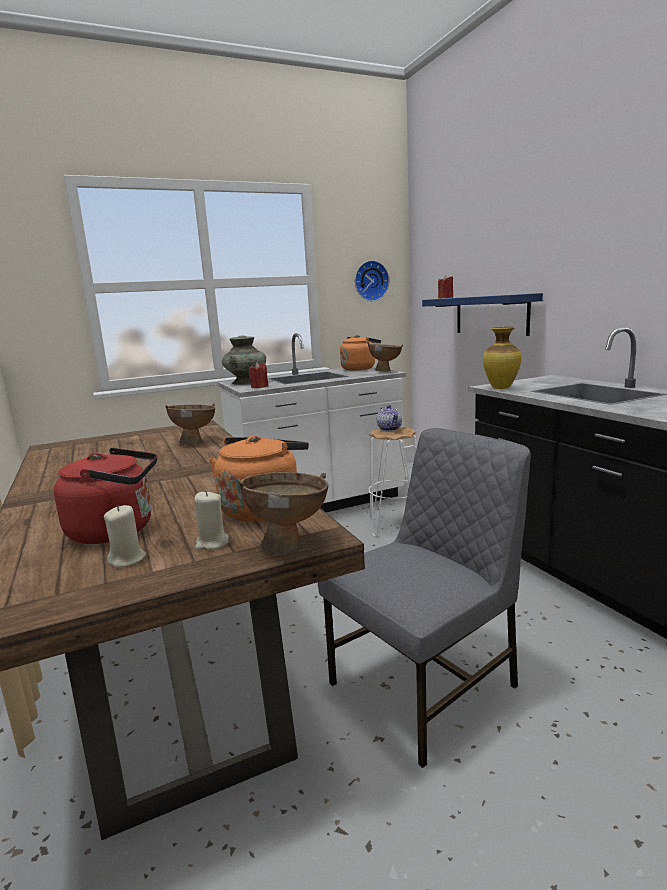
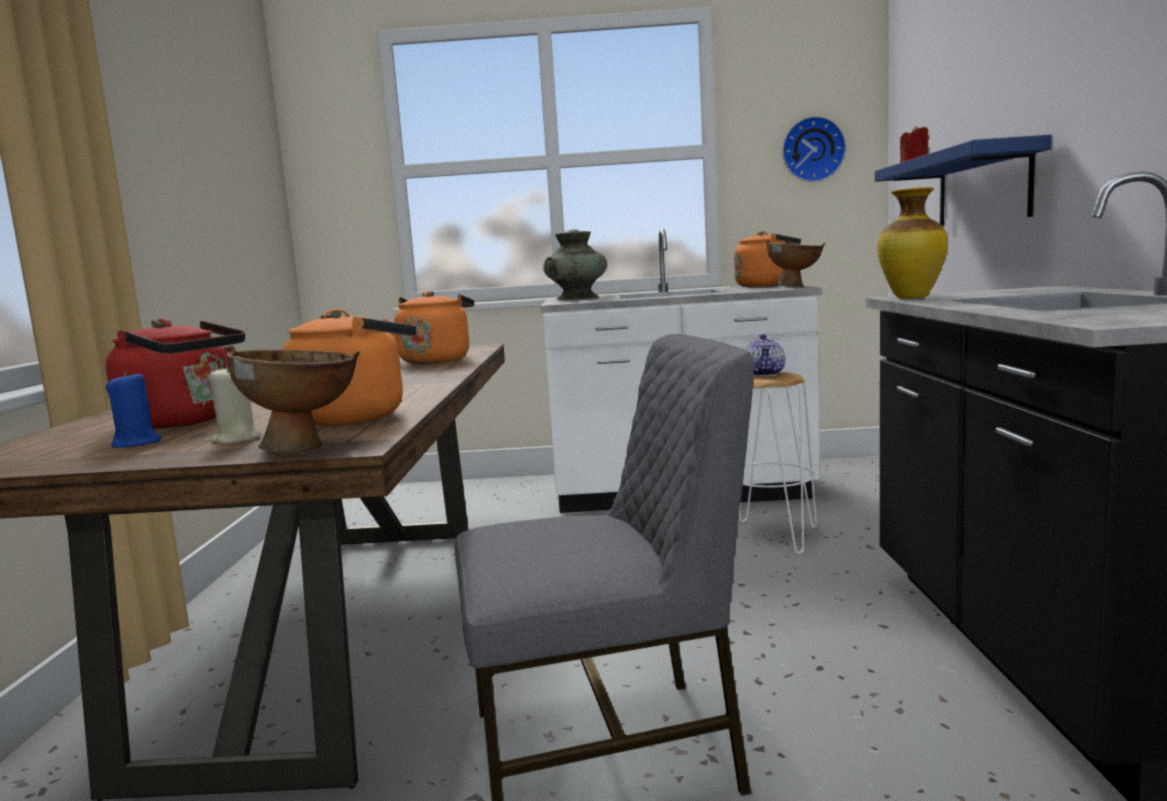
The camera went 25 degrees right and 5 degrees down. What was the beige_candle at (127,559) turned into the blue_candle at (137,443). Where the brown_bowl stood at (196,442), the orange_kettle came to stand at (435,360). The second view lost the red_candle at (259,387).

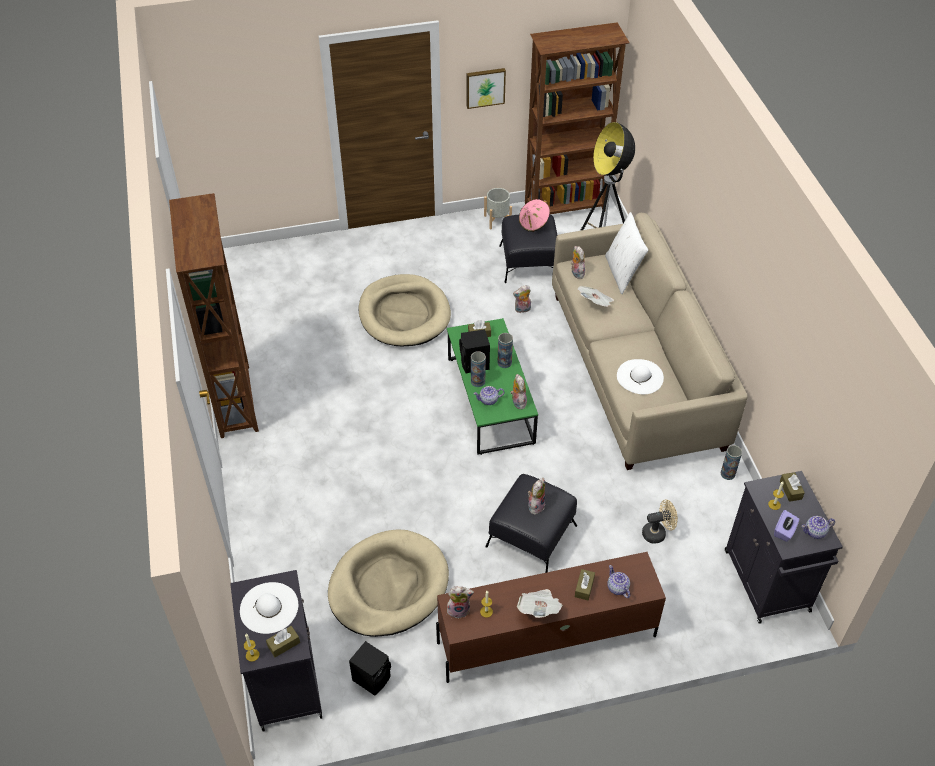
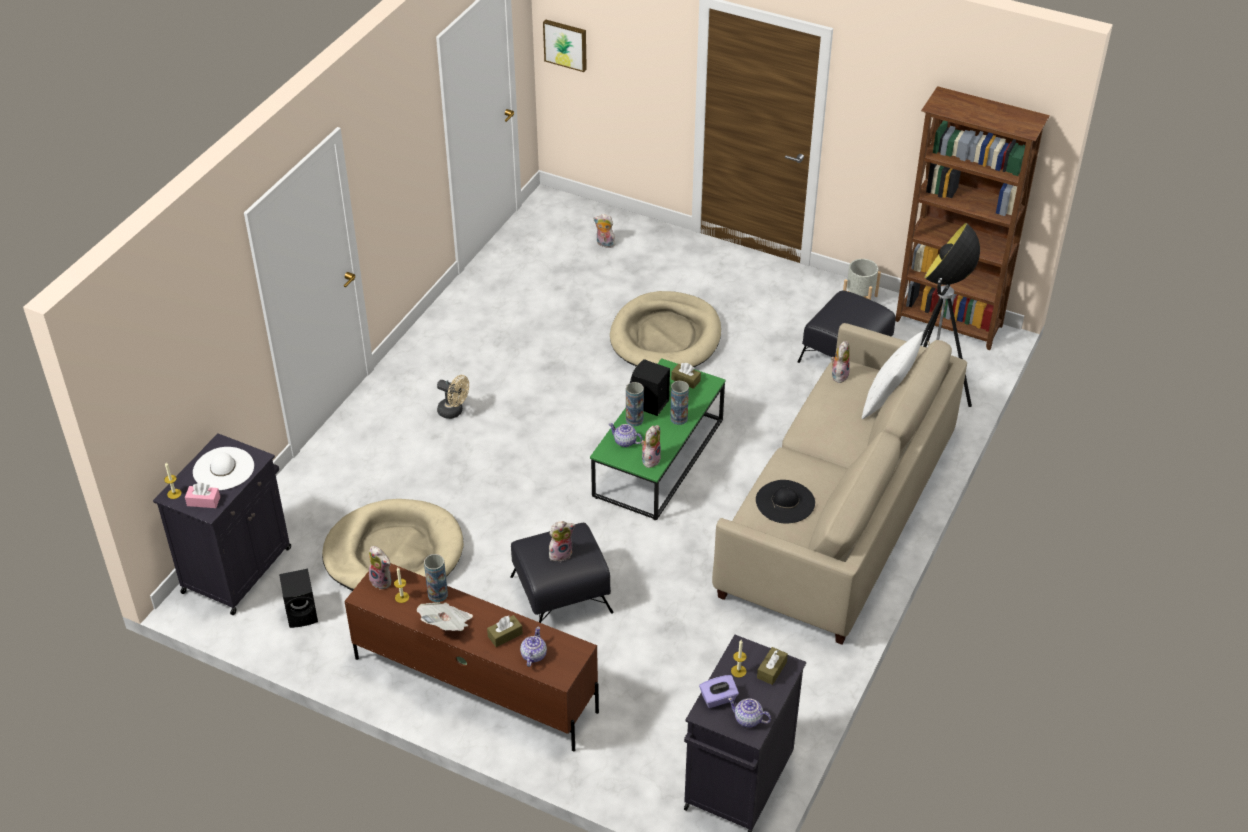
The camera went 40 degrees right and 5 degrees down. The second view lost the brown_bookcase at (236,400). What was the brown_tissue_box at (283,644) turned into the pink_tissue_box at (203,501). The picture ended up elsewhere, having gone from (485,87) to (566,44). The plush_toy ended up elsewhere, having gone from (522,310) to (604,244). The second view lost the pink_hat at (534,223). The second view lost the newspaper at (595,303). What was the white_hat at (640,376) turned into the black_hat at (785,501). The beige_fan ended up elsewhere, having gone from (657,533) to (454,412). The vase ended up elsewhere, having gone from (727,474) to (437,594).

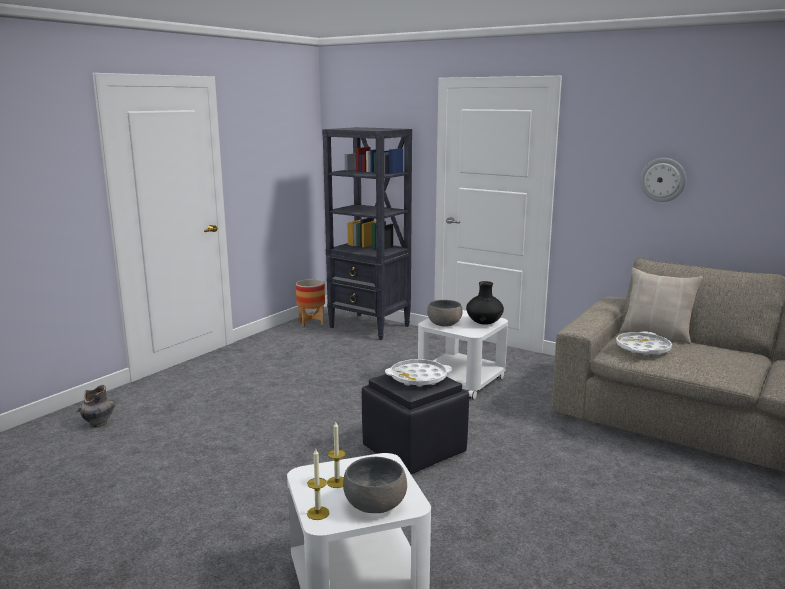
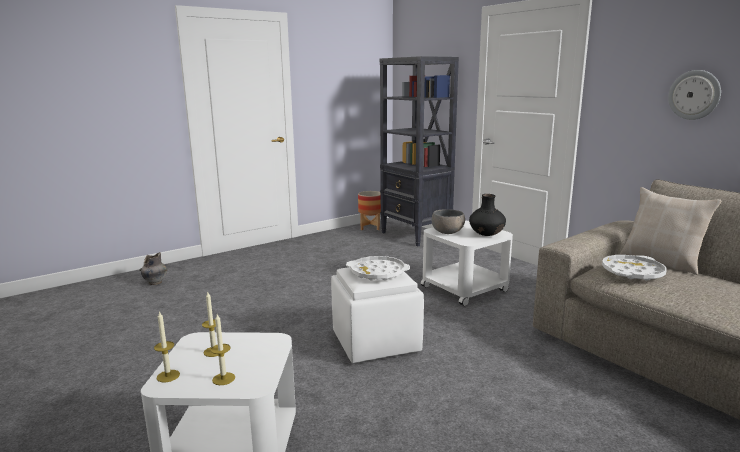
The camera went 20 degrees right and 0 degrees up. Where the grey_bowl stood at (375,505), the candle came to stand at (223,379). What was the black_ottoman at (414,450) turned into the white_ottoman at (375,342).

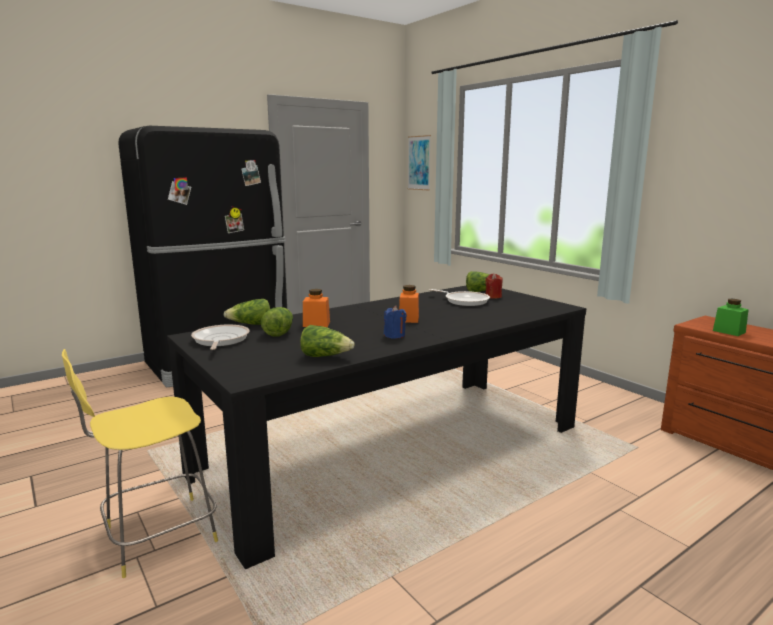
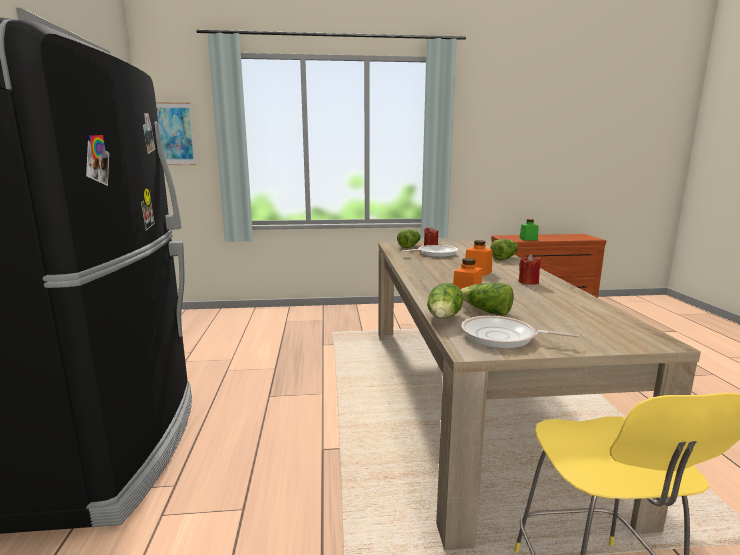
The camera went 60 degrees left and 0 degrees up. What was the black_dining_table at (394,449) turned into the beige_dining_table at (470,398). The lettuce ended up elsewhere, having gone from (325,356) to (504,258). What was the blue_candle at (394,335) turned into the red_candle at (528,282).

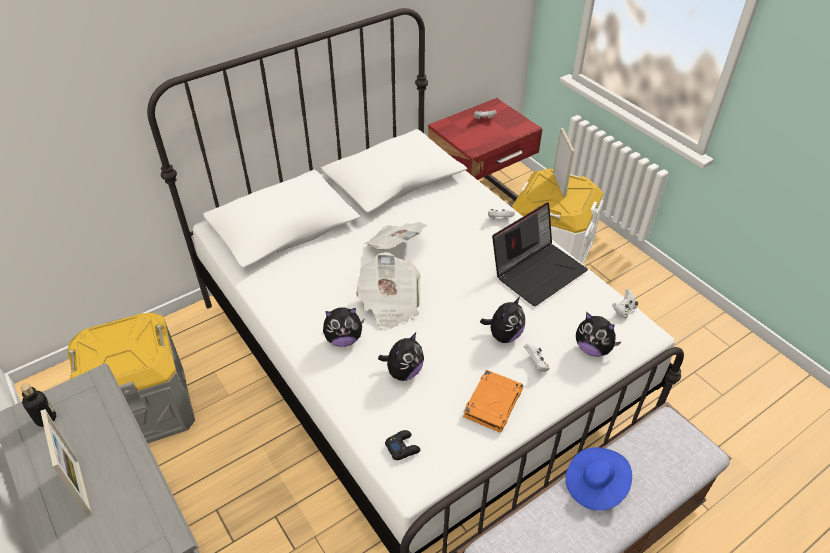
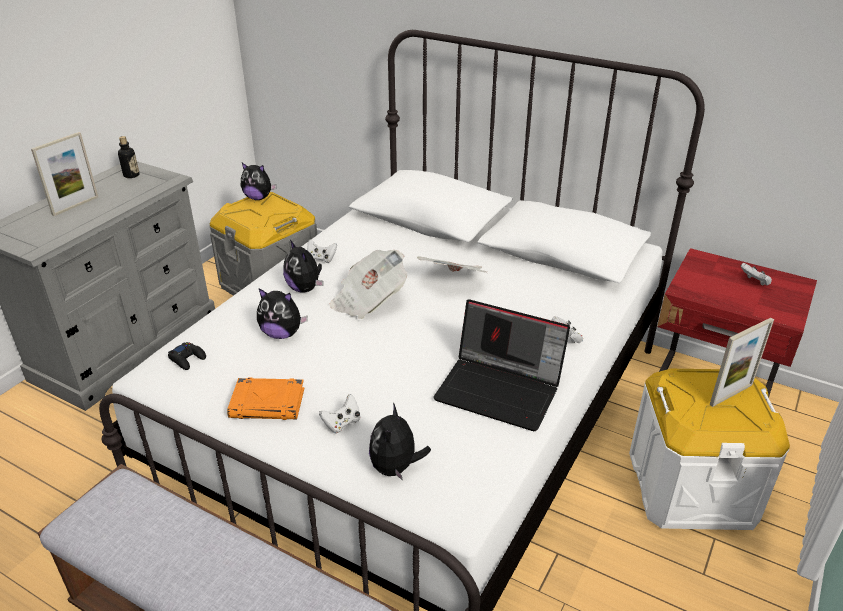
The camera went 65 degrees right and 10 degrees down. The plush_toy ended up elsewhere, having gone from (504,335) to (258,198). The second view lost the blue_hat at (595,485). The white_game_controller ended up elsewhere, having gone from (623,310) to (321,258).

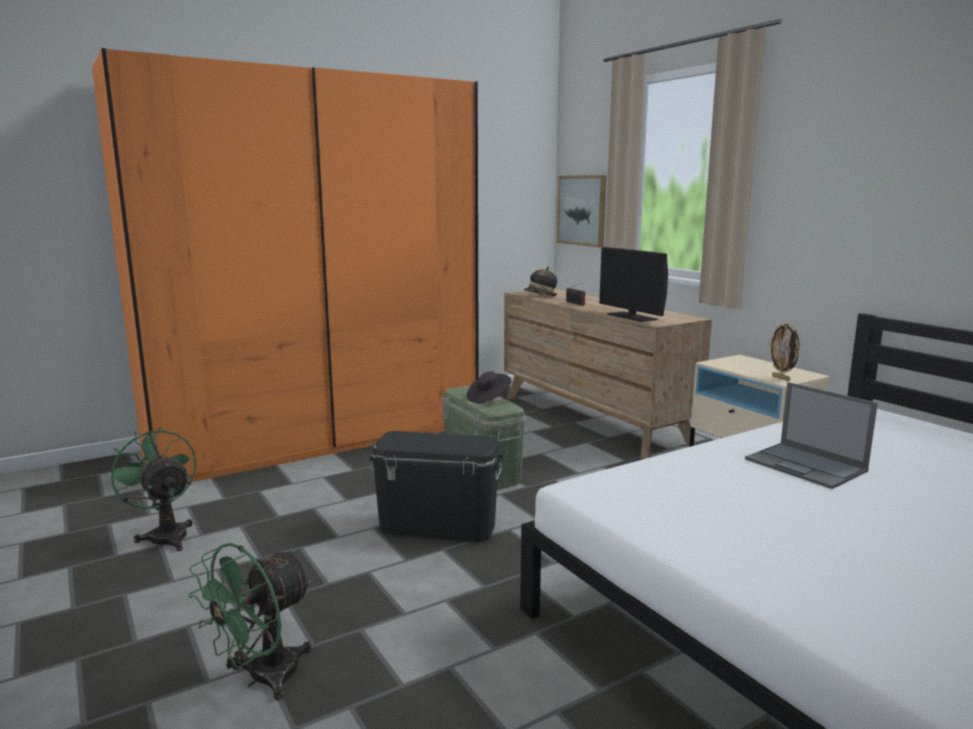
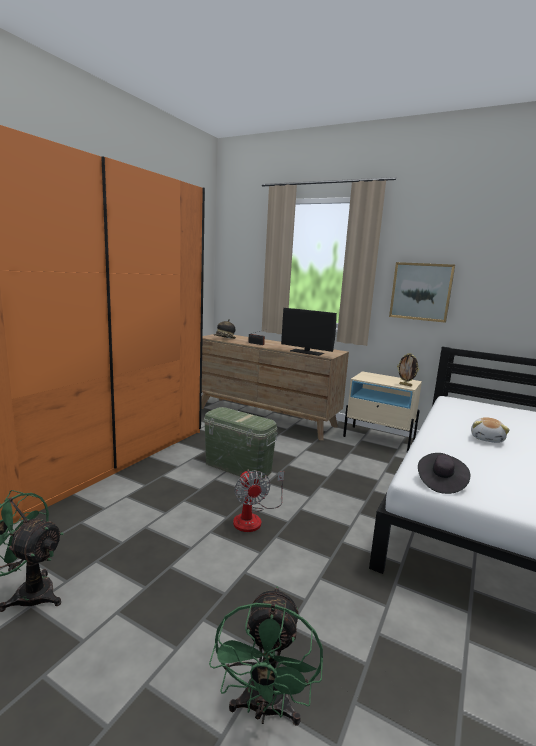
The camera went 30 degrees left and 0 degrees up. Where the black_storage_box stood at (438,526), the fan came to stand at (253,518). The black_hat ended up elsewhere, having gone from (489,398) to (440,482). The picture ended up elsewhere, having gone from (582,210) to (421,291). Where the laptop stood at (806,466), the plush_toy came to stand at (487,439).

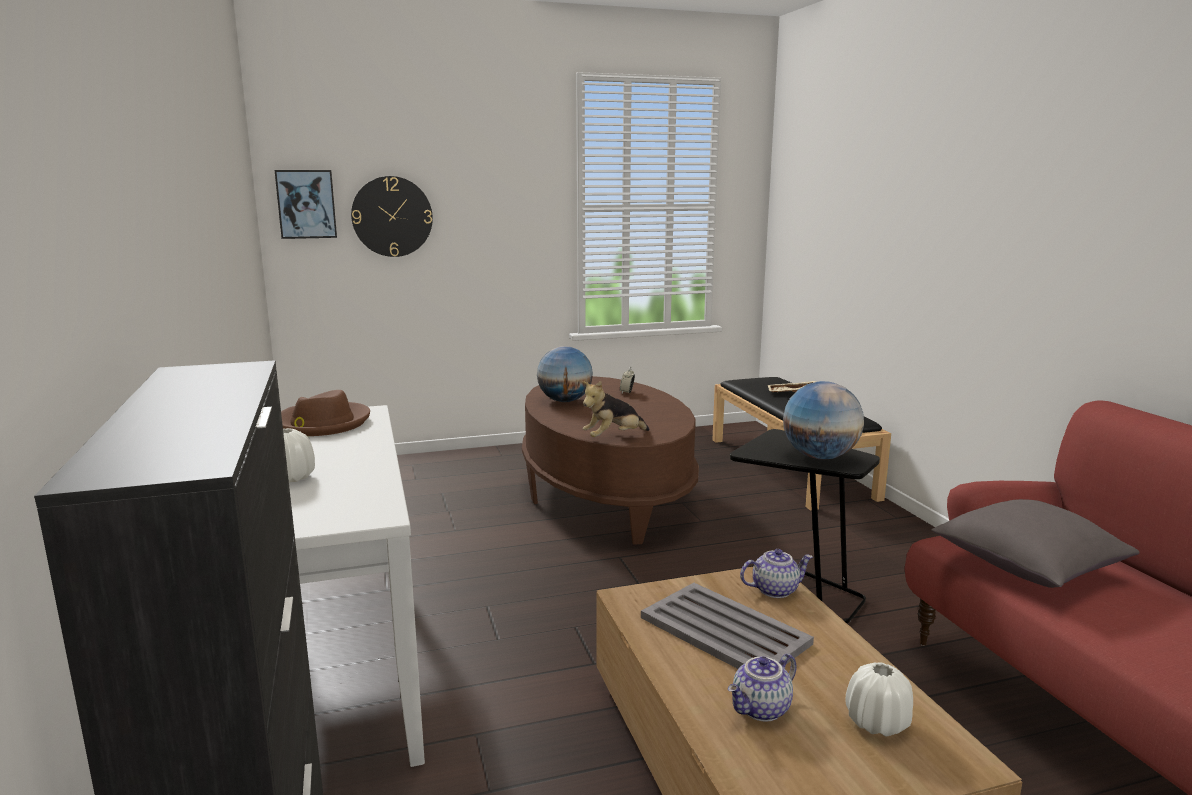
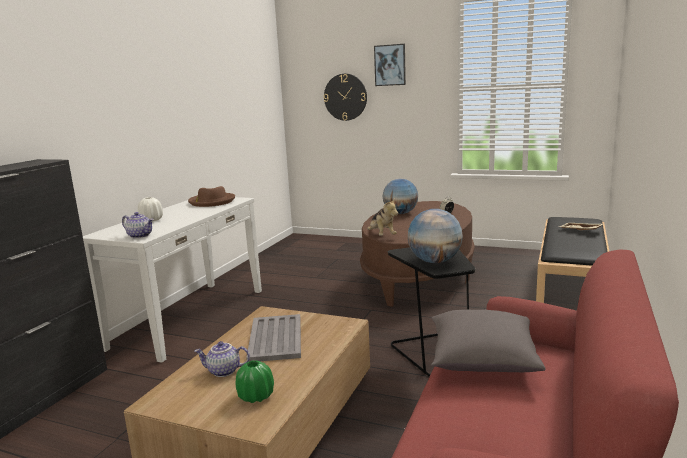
The camera went 40 degrees right and 0 degrees up. The picture ended up elsewhere, having gone from (306,204) to (390,65). The plush_toy at (613,438) ended up facing another way, 120 degrees counterclockwise from before. The teapot ended up elsewhere, having gone from (775,590) to (140,235). What was the white_vase at (877,723) turned into the green_vase at (256,396).

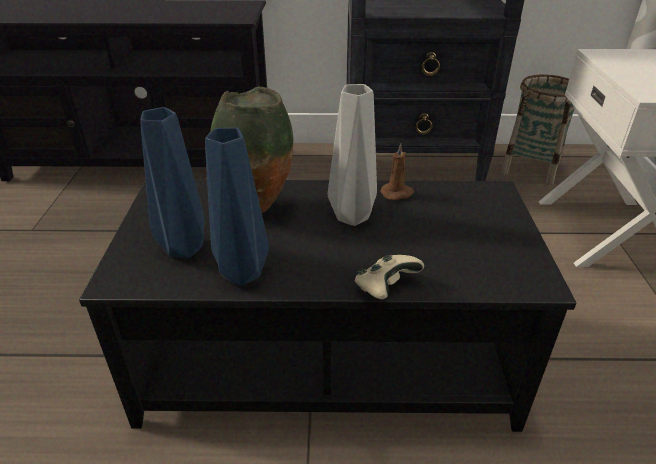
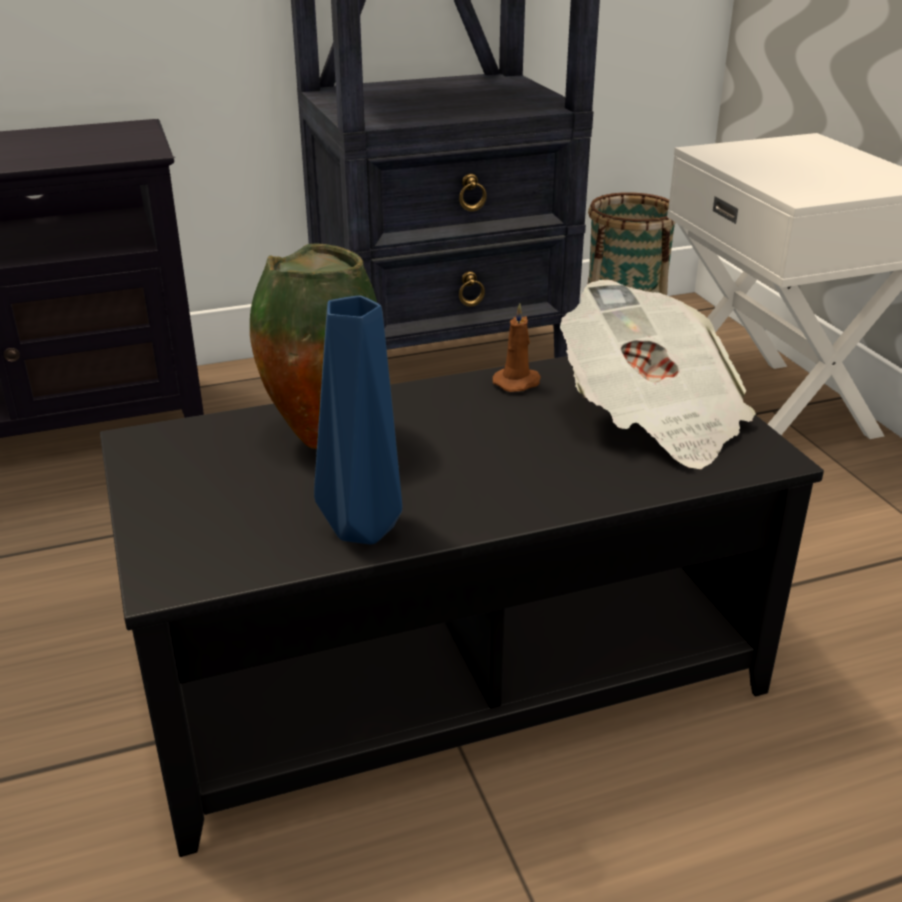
The camera went 20 degrees left and 5 degrees down. The second view lost the blue_vase at (183,247). The second view lost the grey_vase at (354,216). The second view lost the beige_game_controller at (385,287). The second view gained the newspaper at (653,418).

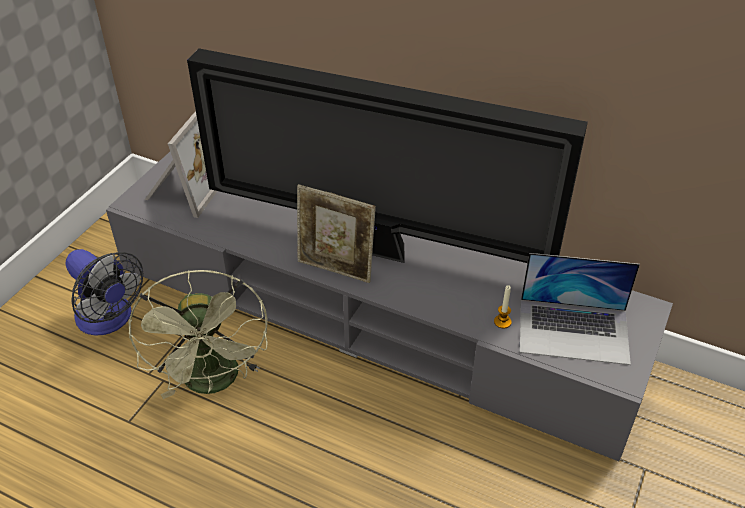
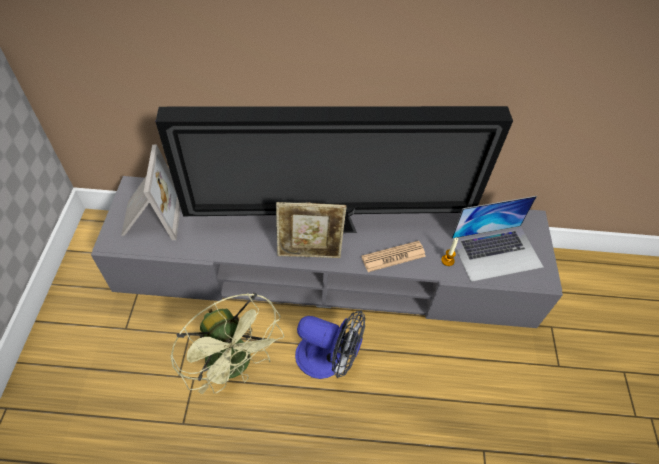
The camera went 25 degrees left and 10 degrees up. The fan ended up elsewhere, having gone from (109,320) to (328,359). The second view gained the newspaper at (393,257).

